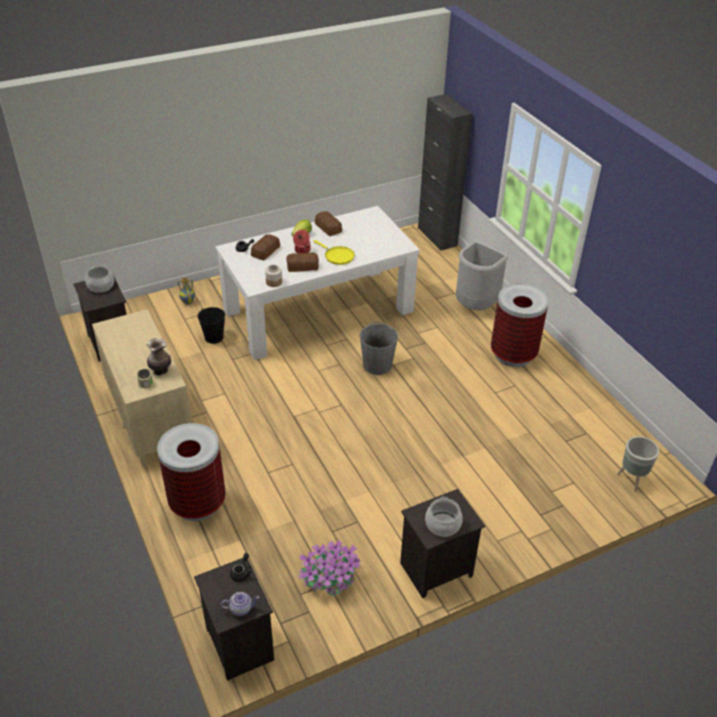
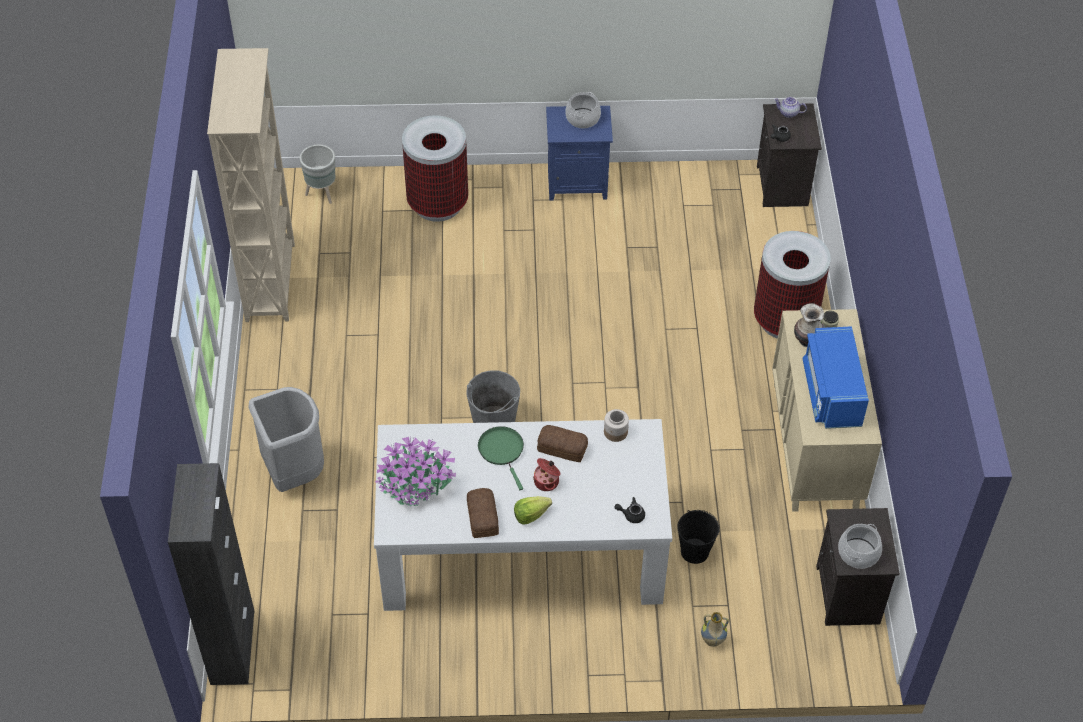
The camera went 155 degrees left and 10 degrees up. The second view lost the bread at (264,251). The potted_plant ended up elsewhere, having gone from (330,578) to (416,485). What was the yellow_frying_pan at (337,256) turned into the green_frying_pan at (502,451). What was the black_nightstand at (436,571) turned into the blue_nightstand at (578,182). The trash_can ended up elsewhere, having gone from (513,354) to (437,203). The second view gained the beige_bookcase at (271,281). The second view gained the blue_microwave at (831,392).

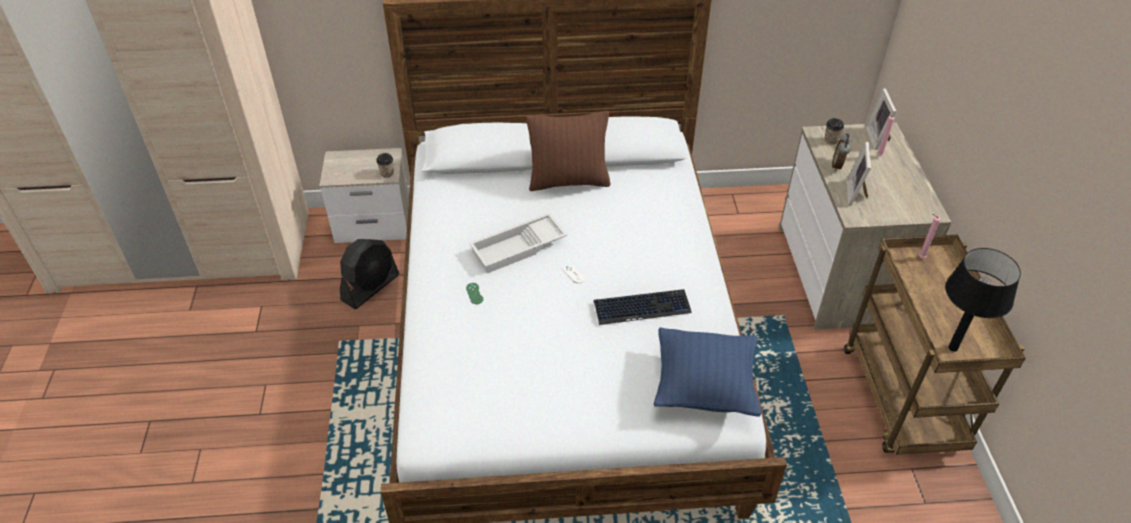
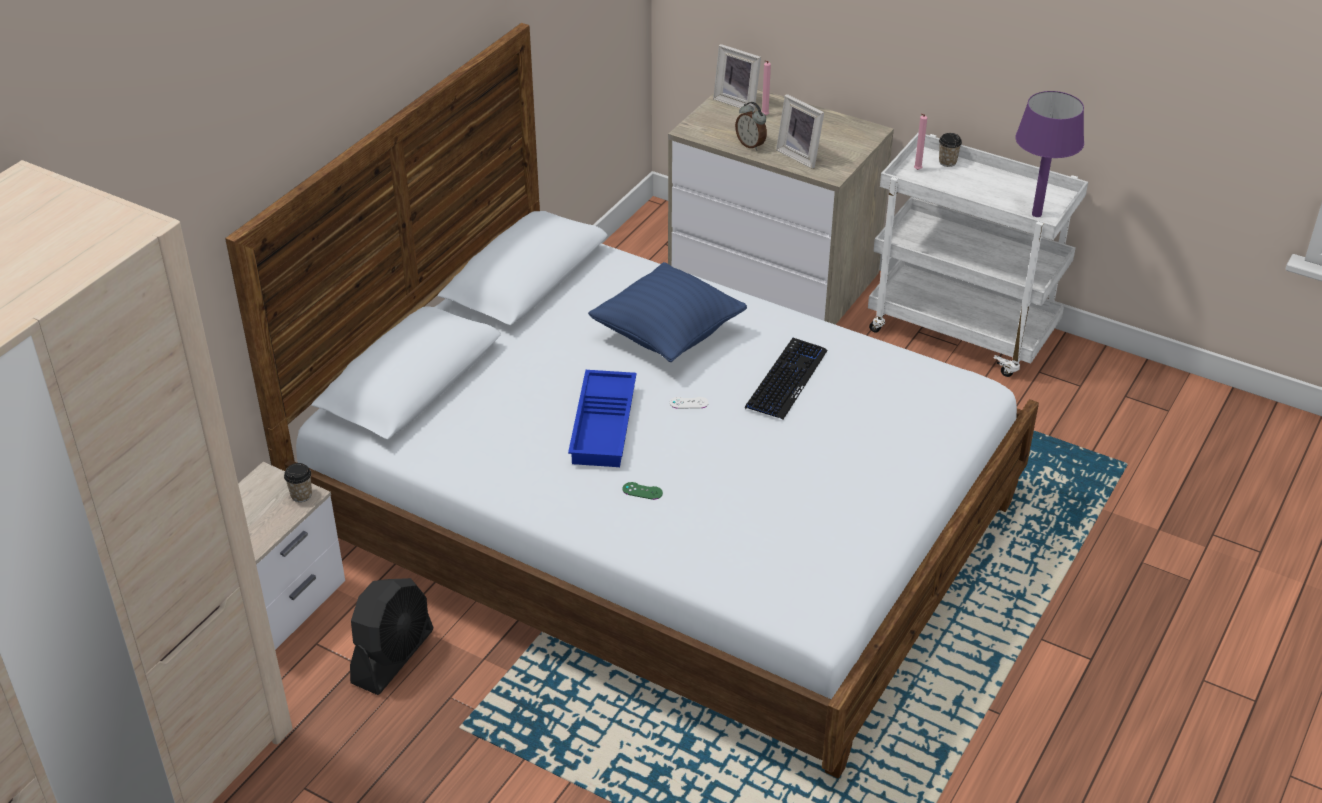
The camera went 55 degrees left and 5 degrees down. The black_fan at (370,287) ended up facing another way, 45 degrees clockwise from before. What was the white_tray at (518,248) turned into the blue_tray at (605,425). The second view lost the brown_pillow at (568,181). The blue_pillow ended up elsewhere, having gone from (704,387) to (667,336). The cup ended up elsewhere, having gone from (831,140) to (947,162). What was the brown_cart at (903,401) turned into the white_cart at (963,331). What was the black_table_lamp at (953,347) turned into the purple_table_lamp at (1036,214).

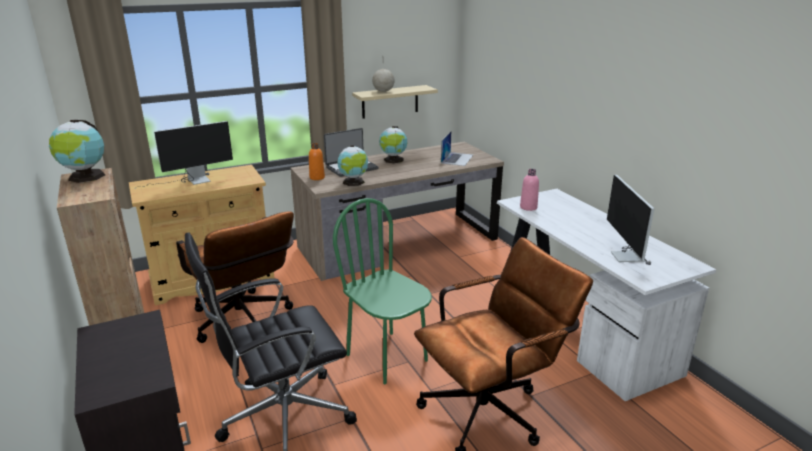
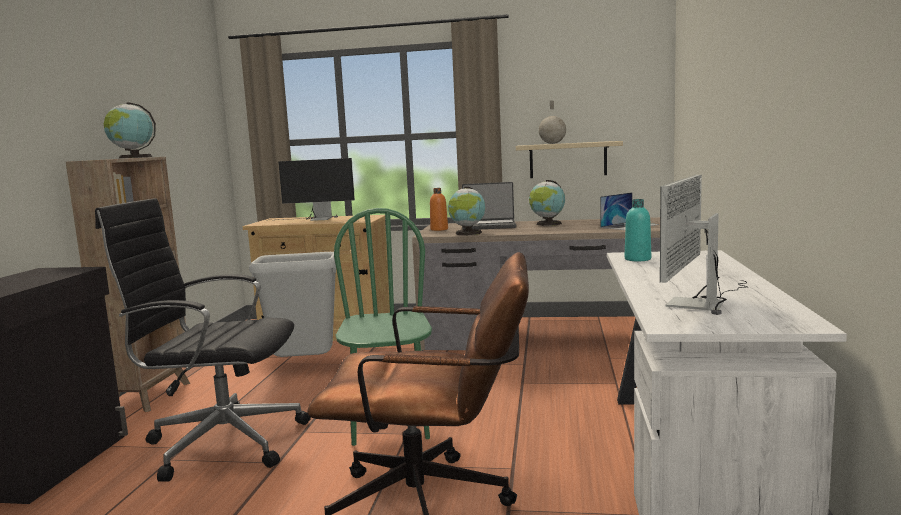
The camera went 35 degrees right and 15 degrees down. Where the brown_office_chair stood at (245,323), the grey_trash_can came to stand at (303,367). What was the pink_bottle at (528,207) turned into the turquoise_bottle at (637,259).

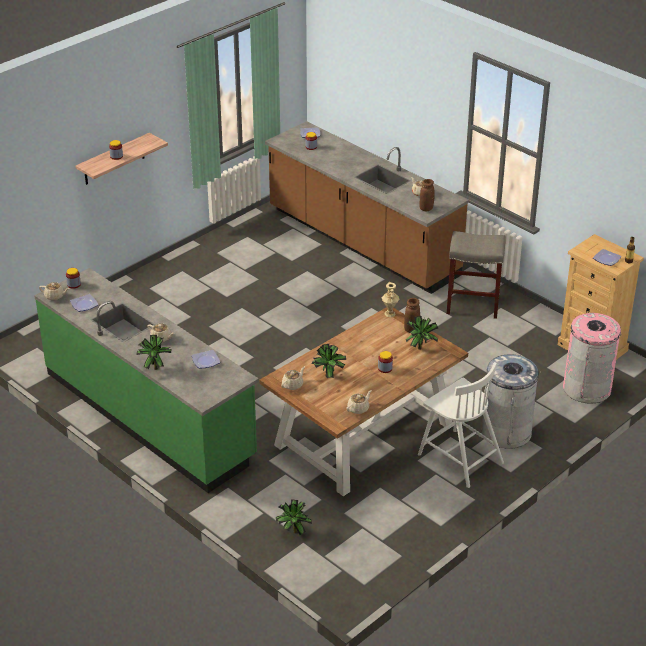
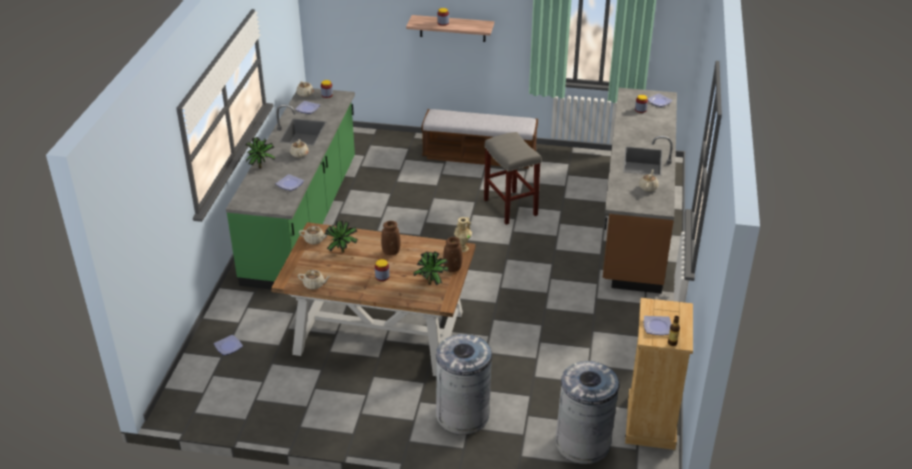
The camera went 55 degrees right and 0 degrees up. Where the potted_plant stood at (292,532), the plate came to stand at (228,346). The second view lost the white_chair at (459,458). The brown_vase ended up elsewhere, having gone from (426,208) to (391,252). The grey_stool ended up elsewhere, having gone from (472,305) to (509,207). What was the pink_trash_can at (587,388) turned into the grey_trash_can at (583,443). The second view gained the bench at (479,156).

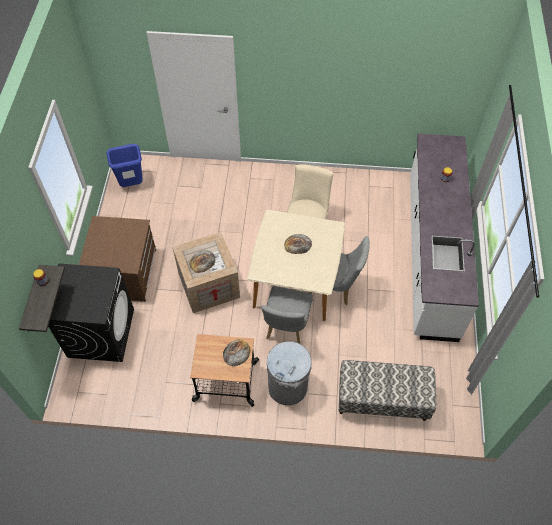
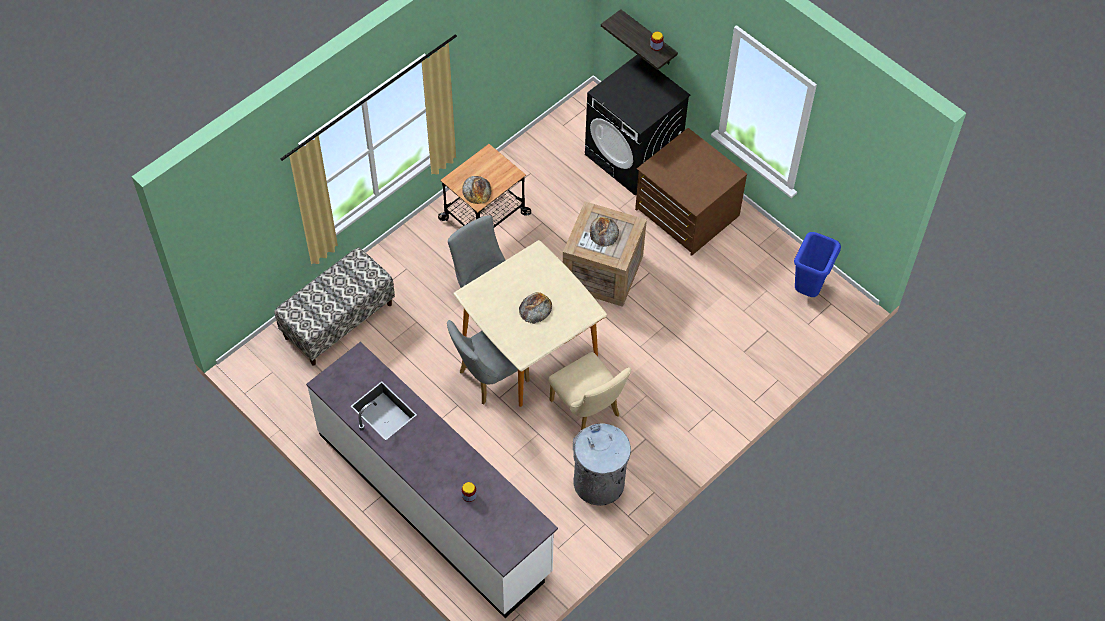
The camera went 130 degrees right and 0 degrees up. The grey_trash_can ended up elsewhere, having gone from (288,386) to (598,483).

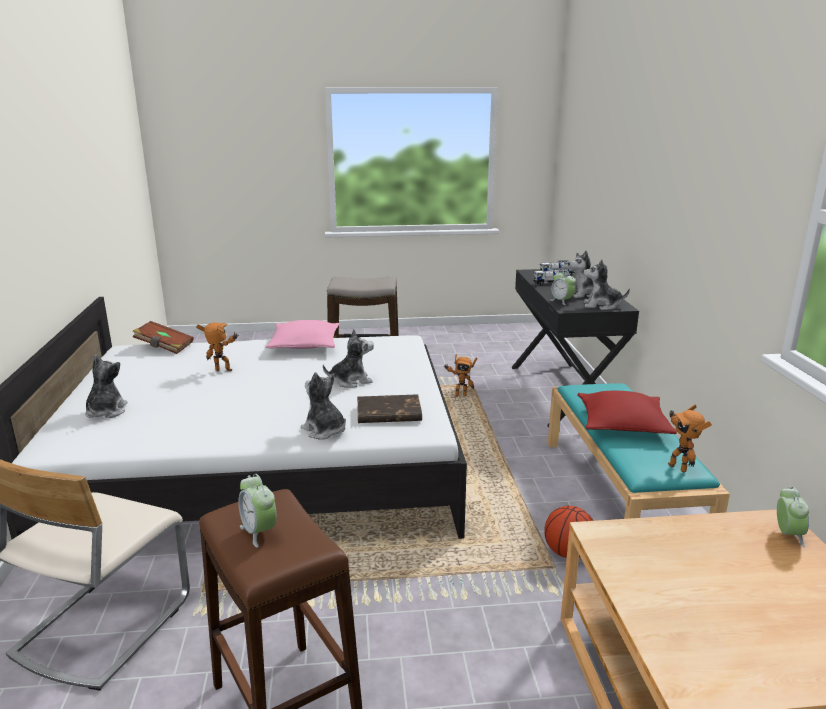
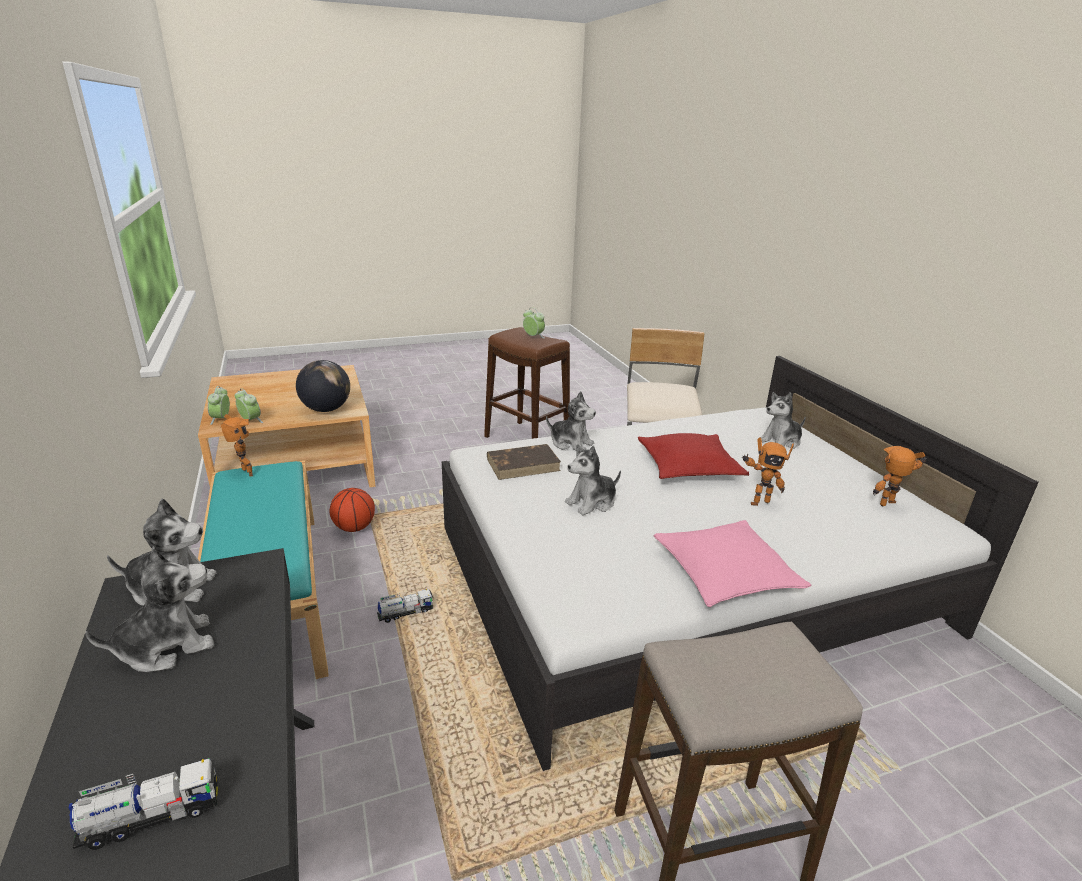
The camera went 165 degrees right and 5 degrees up. The plush_toy at (106,412) ended up facing another way, 75 degrees clockwise from before. The second view lost the brown_book at (164,347). The toy_robot ended up elsewhere, having gone from (459,395) to (890,505). The toy_truck ended up elsewhere, having gone from (551,283) to (405,613). The alarm_clock ended up elsewhere, having gone from (561,301) to (250,421). The red_pillow ended up elsewhere, having gone from (622,424) to (688,467). The second view gained the globe at (326,409).

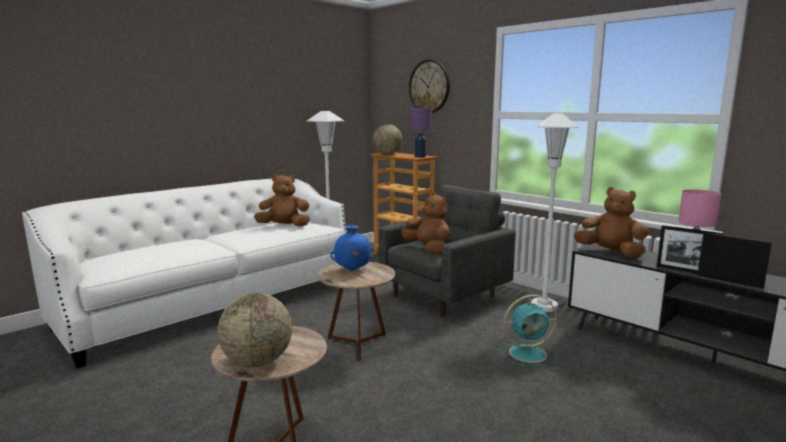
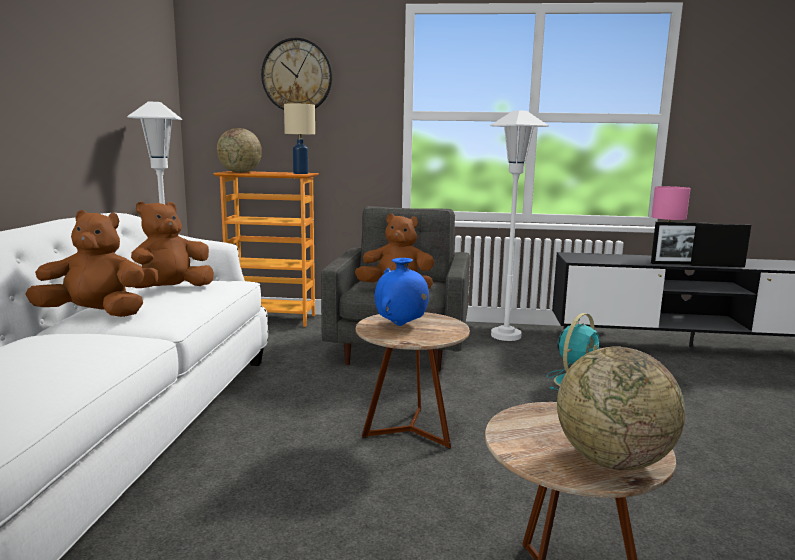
The camera went 40 degrees left and 0 degrees up. What was the purple_table_lamp at (419,157) turned into the beige_table_lamp at (300,173). The brown_plush_toy ended up elsewhere, having gone from (610,253) to (95,314).

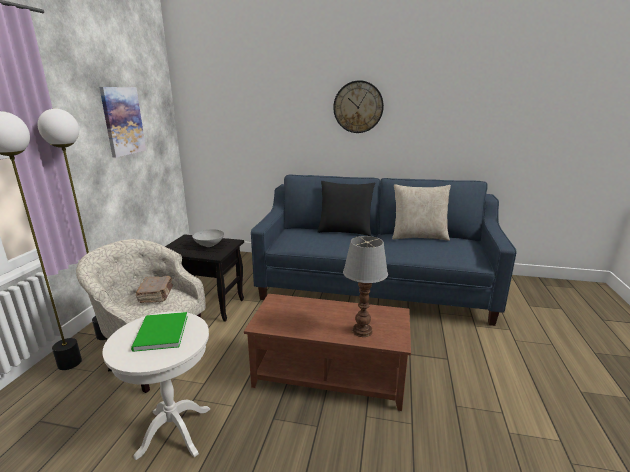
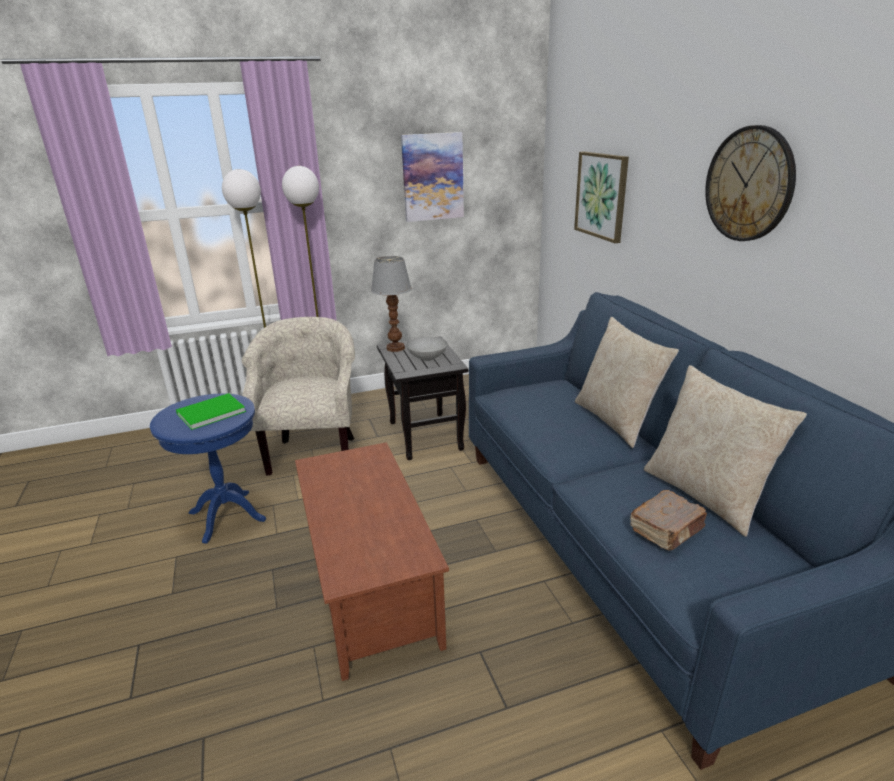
The camera went 60 degrees right and 5 degrees up. What was the white_side_table at (174,432) turned into the blue_side_table at (227,516). The brown_book ended up elsewhere, having gone from (156,295) to (667,530). What was the black_pillow at (345,231) turned into the beige_pillow at (616,420). The table_lamp ended up elsewhere, having gone from (362,331) to (395,348). The second view gained the picture at (601,195).

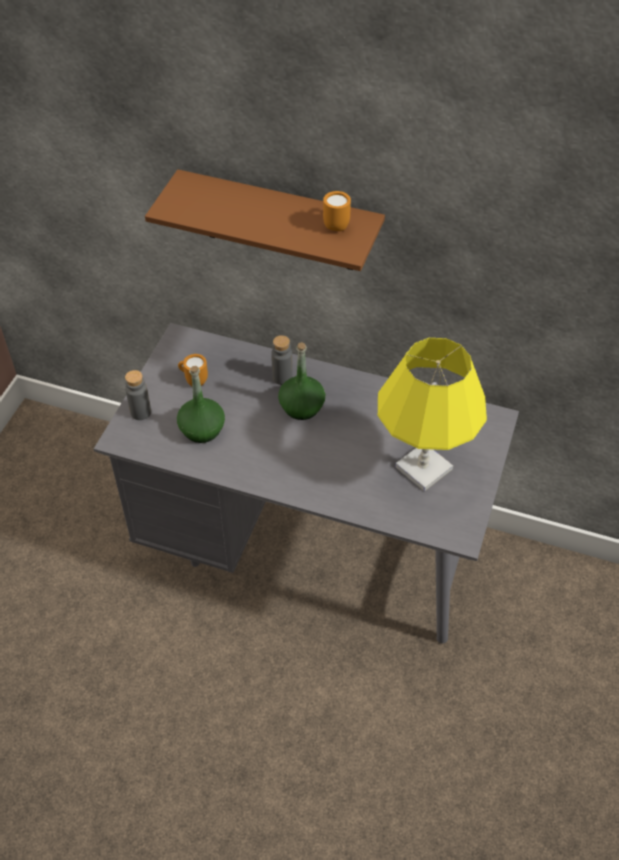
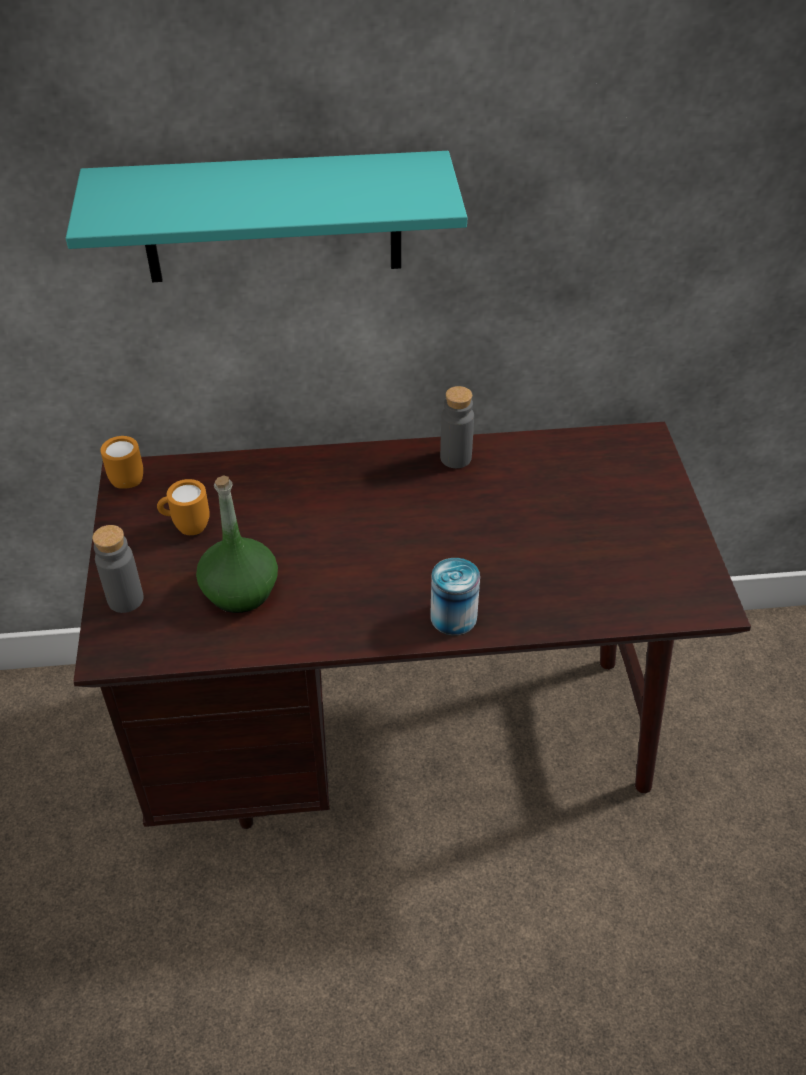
The camera went 25 degrees left and 5 degrees down. What was the grey_desk at (310,551) turned into the brown_desk at (403,741). What was the brown_shelf at (279,222) turned into the turquoise_shelf at (272,218). The grey_bottle ended up elsewhere, having gone from (282,377) to (455,458). The second view lost the green_bottle at (302,407). The orange_mug ended up elsewhere, having gone from (337,224) to (127,478). The second view lost the yellow_table_lamp at (423,468). The second view gained the can at (453,617).

